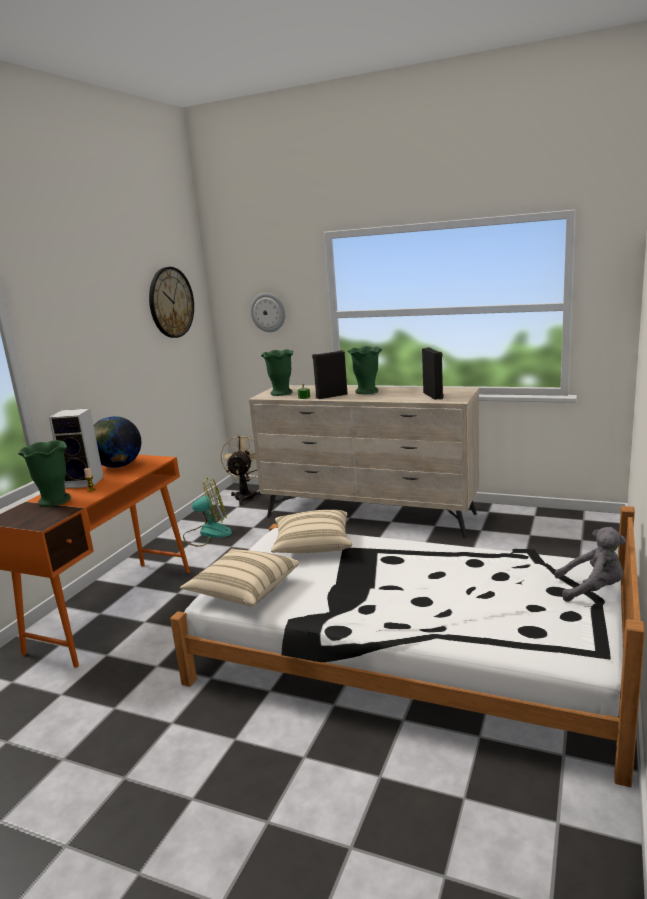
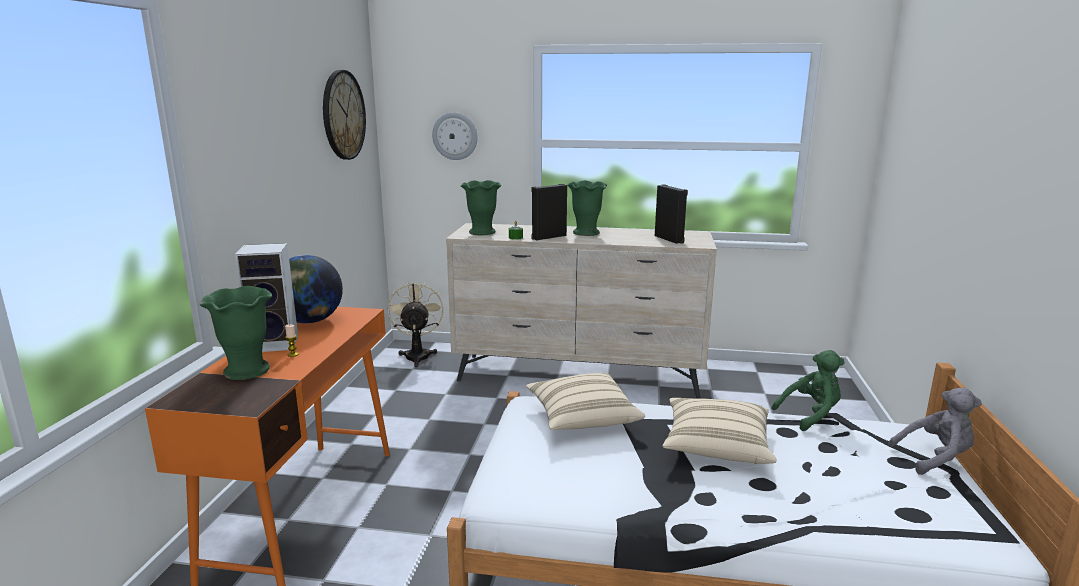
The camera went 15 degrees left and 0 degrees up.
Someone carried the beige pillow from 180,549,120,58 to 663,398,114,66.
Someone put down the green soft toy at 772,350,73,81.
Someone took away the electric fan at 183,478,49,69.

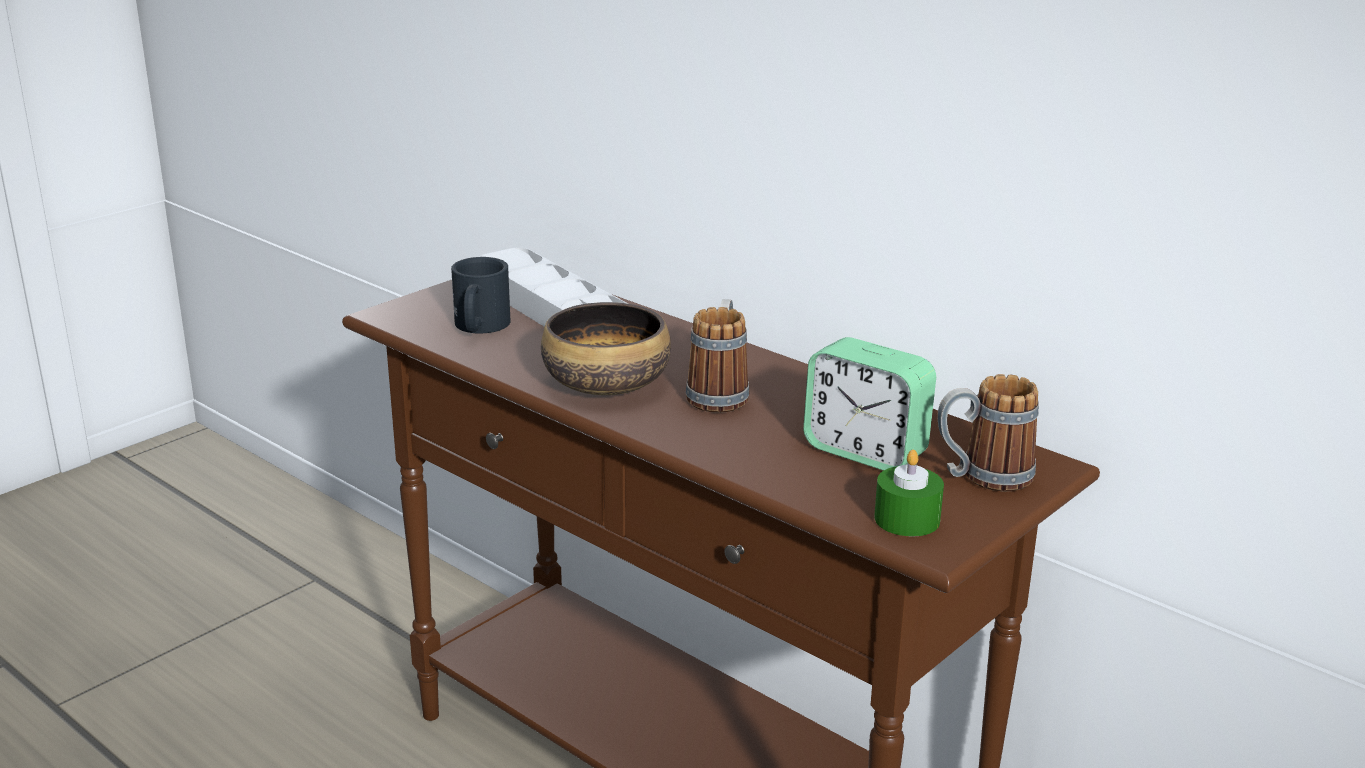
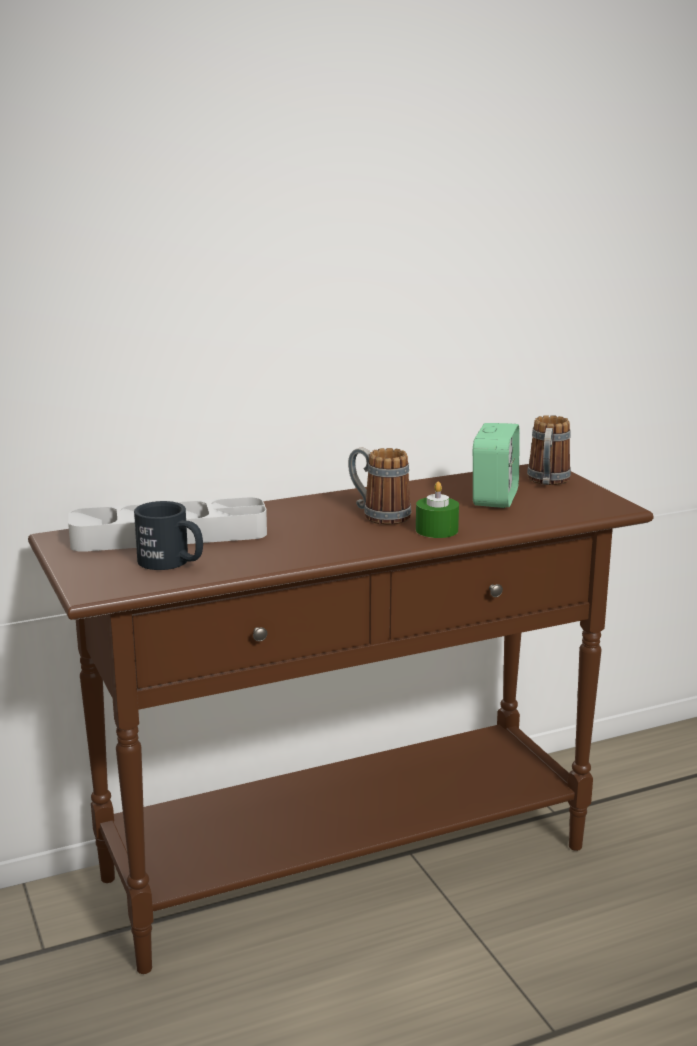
The camera went 65 degrees left and 5 degrees down.
Someone carried the green candle from 874,450,70,87 to 416,482,43,56.
Someone rotated the bedside clock at 803,337,133,134 by 45 degrees counterclockwise.
Someone took away the deep dish at 541,302,130,93.

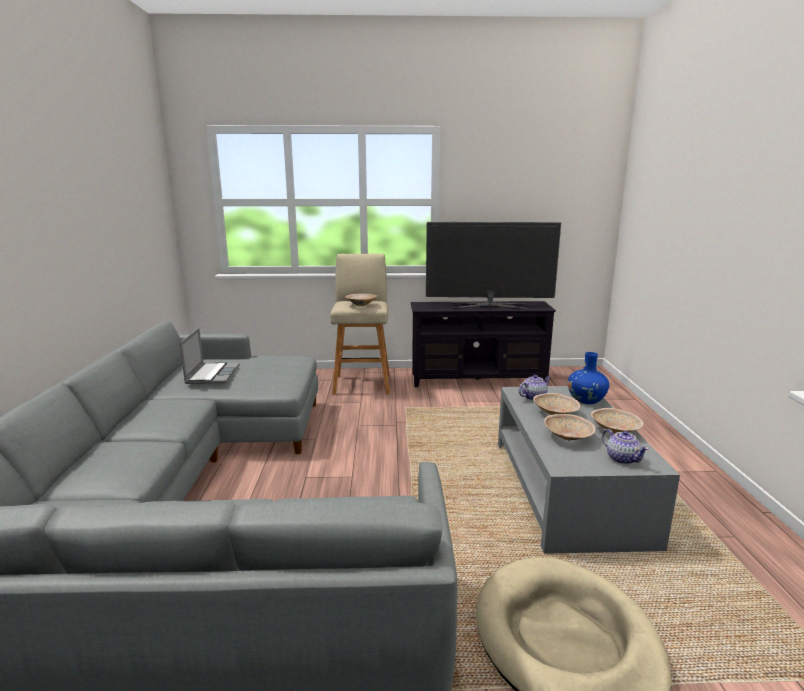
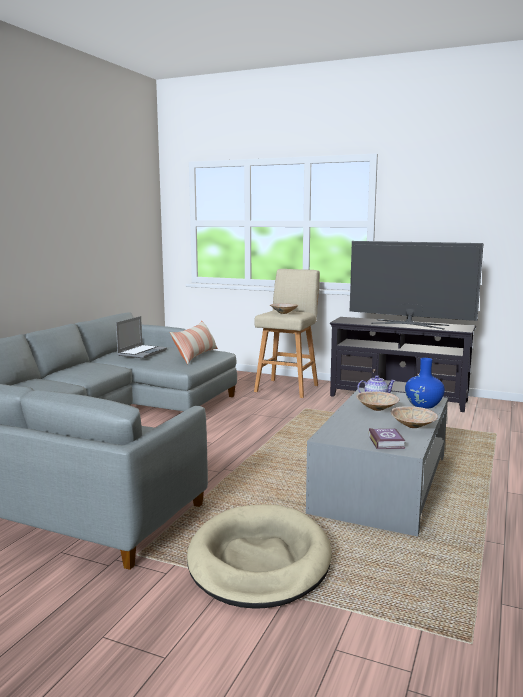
The camera went 25 degrees right and 5 degrees down.
Someone put down the pillow at 170,321,48,43.
Someone swapped the tea pot at 602,429,47,35 for the bound book at 368,428,37,21.
Someone took away the beige deep dish at 544,414,52,26.

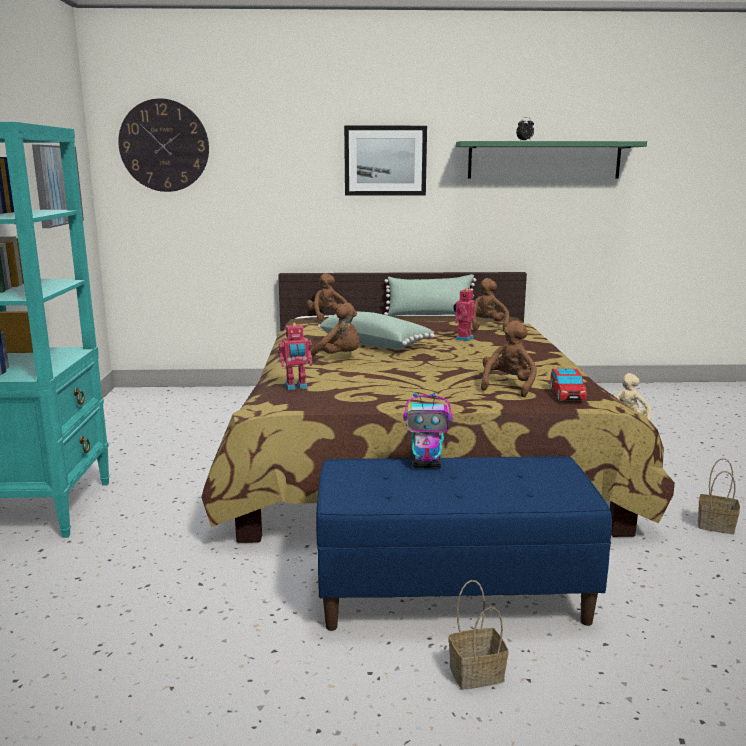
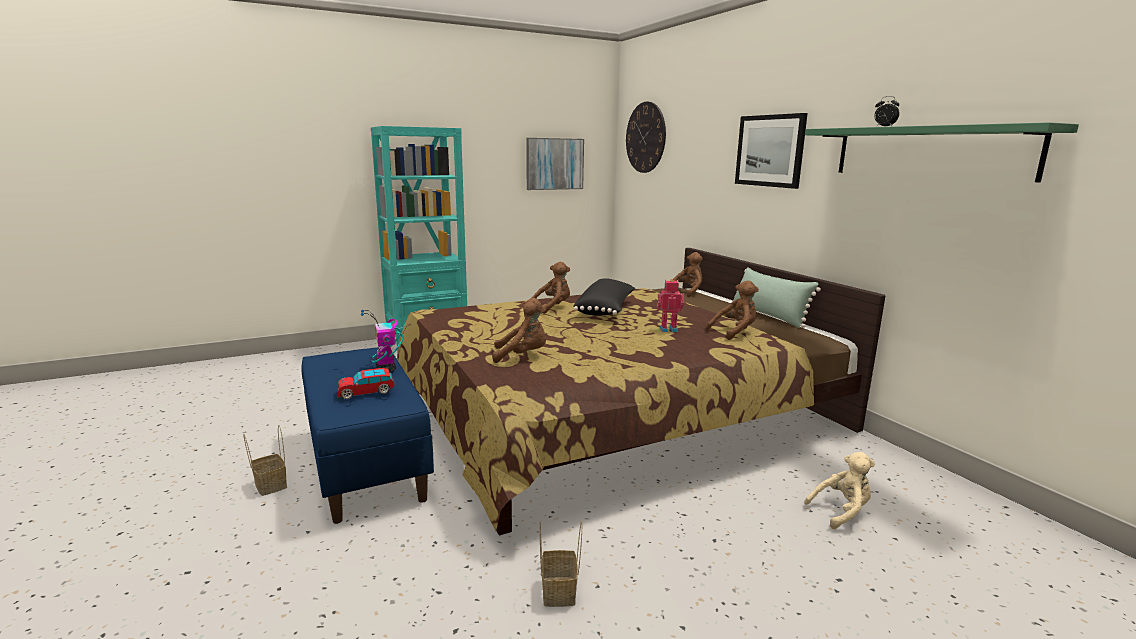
The camera went 65 degrees right and 0 degrees up.
Someone carried the toy car from 550,369,37,32 to 338,368,56,31.
Someone rotated the brown soft toy at 311,303,49,56 by 120 degrees counterclockwise.
Someone repainted the green pillow at 318,311,117,38, which became the blackish pillow at 573,278,62,37.
Someone took away the robot figure at 278,323,34,67.

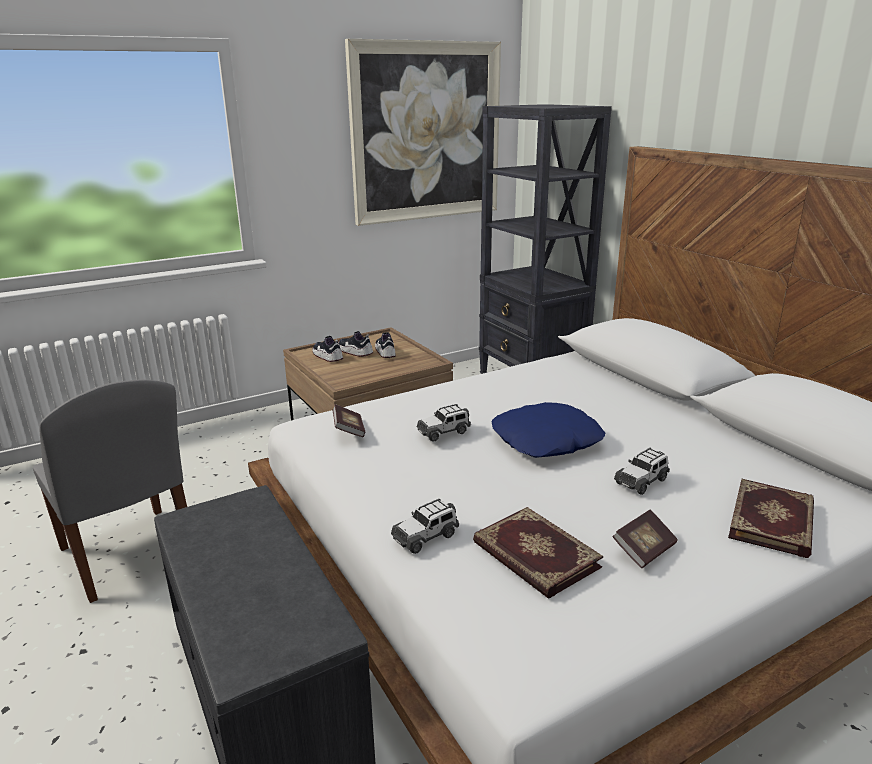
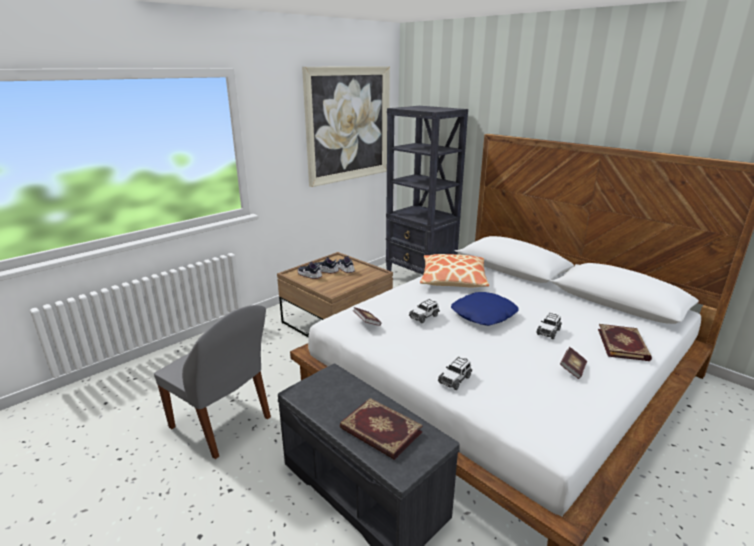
The camera went 15 degrees left and 0 degrees up.
Someone carried the bound book from 473,507,130,92 to 340,398,83,62.
Someone put down the pillow at 420,254,69,33.

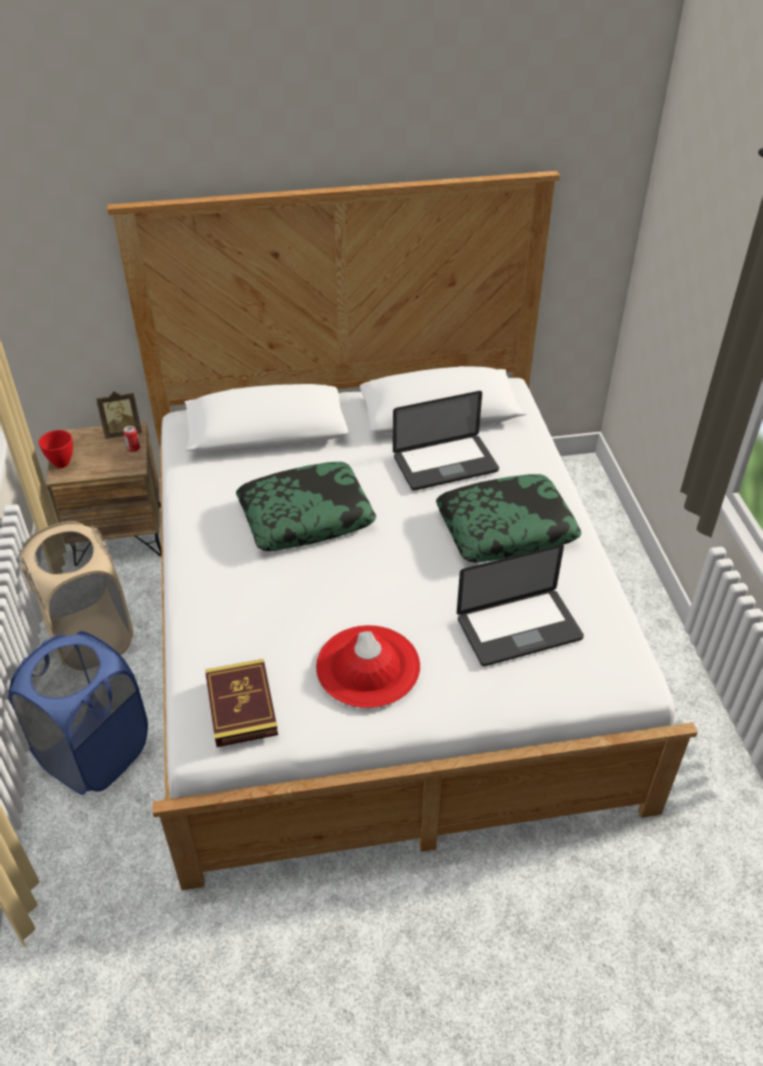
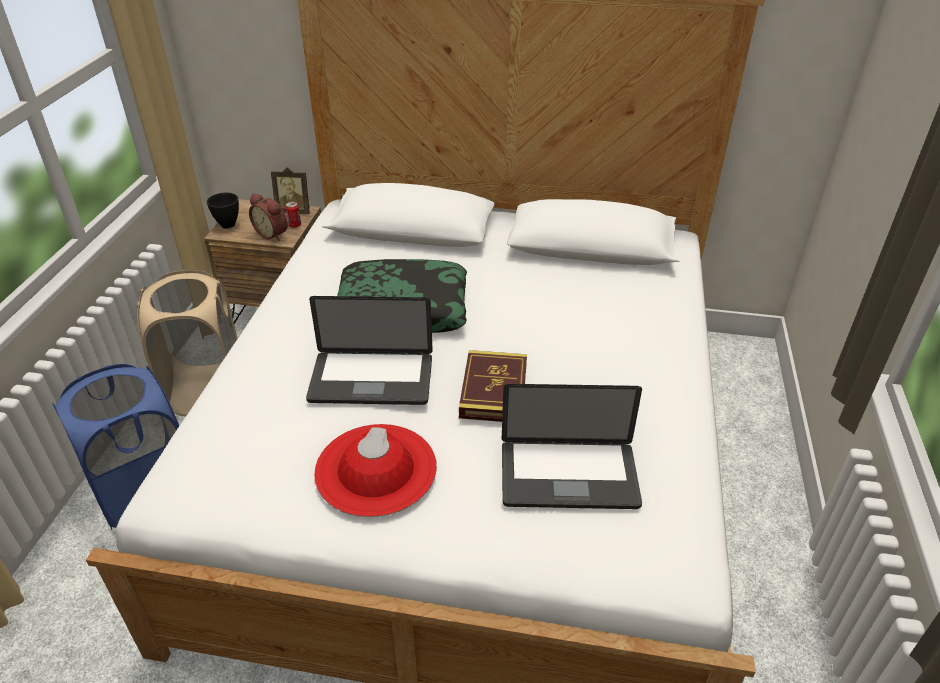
The camera went 20 degrees right and 5 degrees down.
Someone repainted the reddish deep dish at 39,430,34,38, which became the blackish deep dish at 207,193,32,35.
Someone put down the bedside clock at 249,193,39,48.
Someone carried the notebook computer from 393,391,106,100 to 306,296,127,109.
Someone carried the bound book from 205,659,73,88 to 459,350,68,72.
Someone took away the pillow at 436,474,145,88.

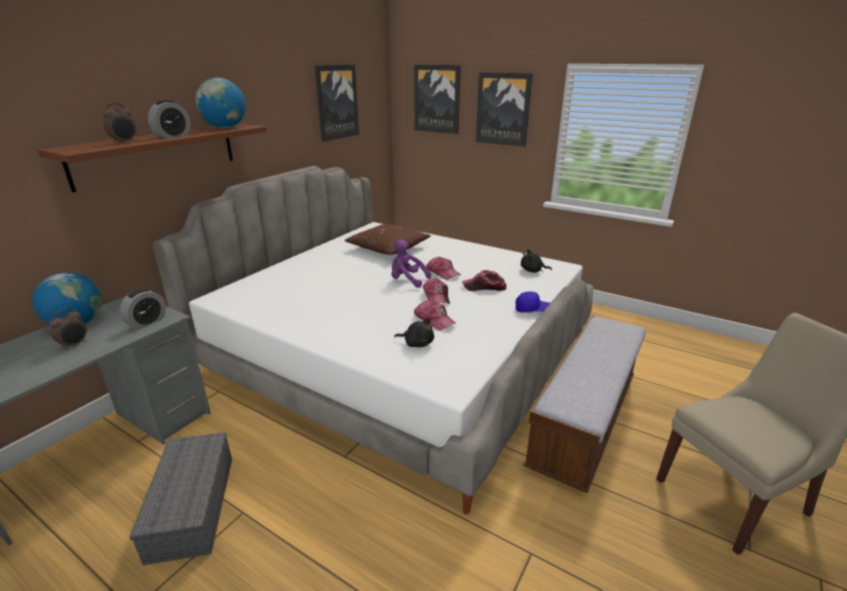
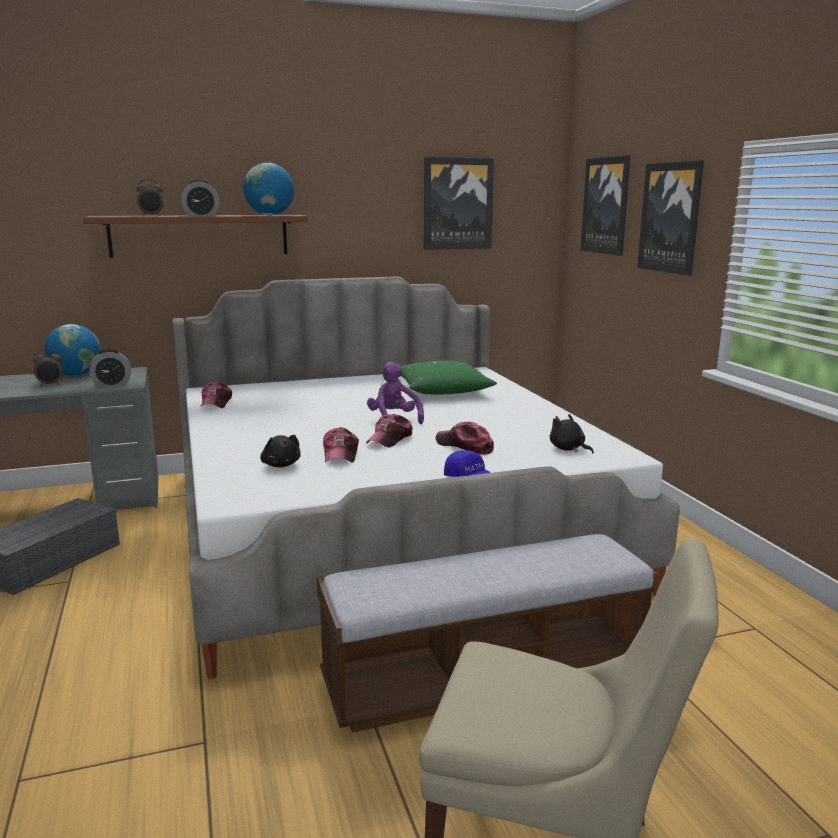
The camera went 40 degrees right and 10 degrees down.
Someone carried the peaked cap from 426,257,35,23 to 200,381,32,27.
Someone repainted the brown pillow at 345,224,85,31, which became the green pillow at 401,360,96,35.

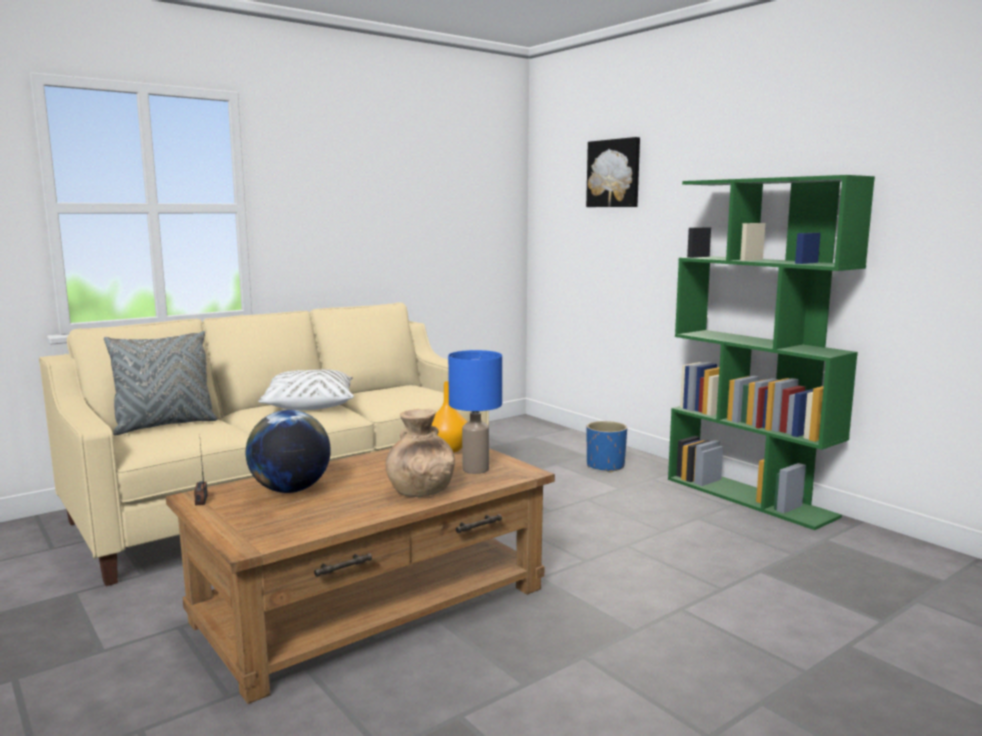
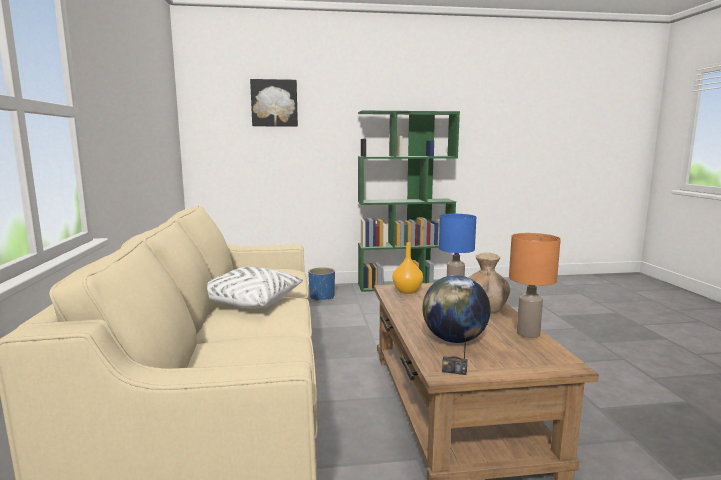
The camera went 60 degrees left and 0 degrees up.
Someone put down the orange-coloured lamp for a table at 509,233,52,105.
Someone took away the gray pillow at 104,331,113,104.

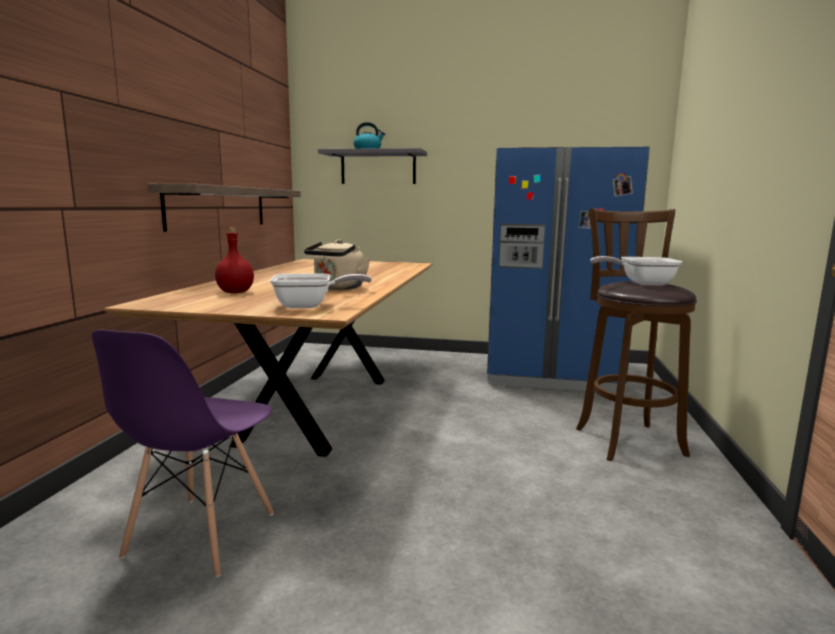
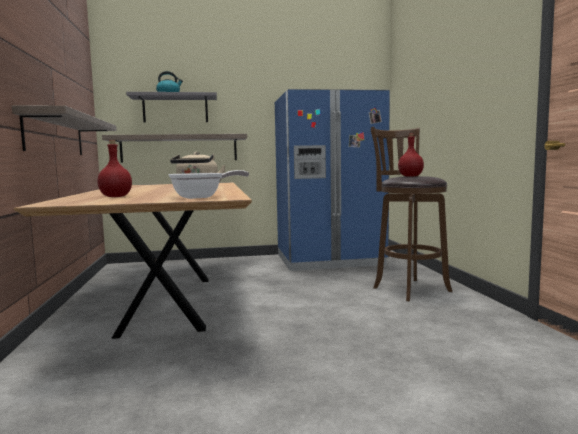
The camera went 20 degrees left and 5 degrees down.
Someone put up the shelf at 102,134,145,28.
Someone swapped the frying pan at 590,256,92,29 for the reddish bottle at 398,133,26,44.
Someone took away the purple chair at 92,330,182,248.

